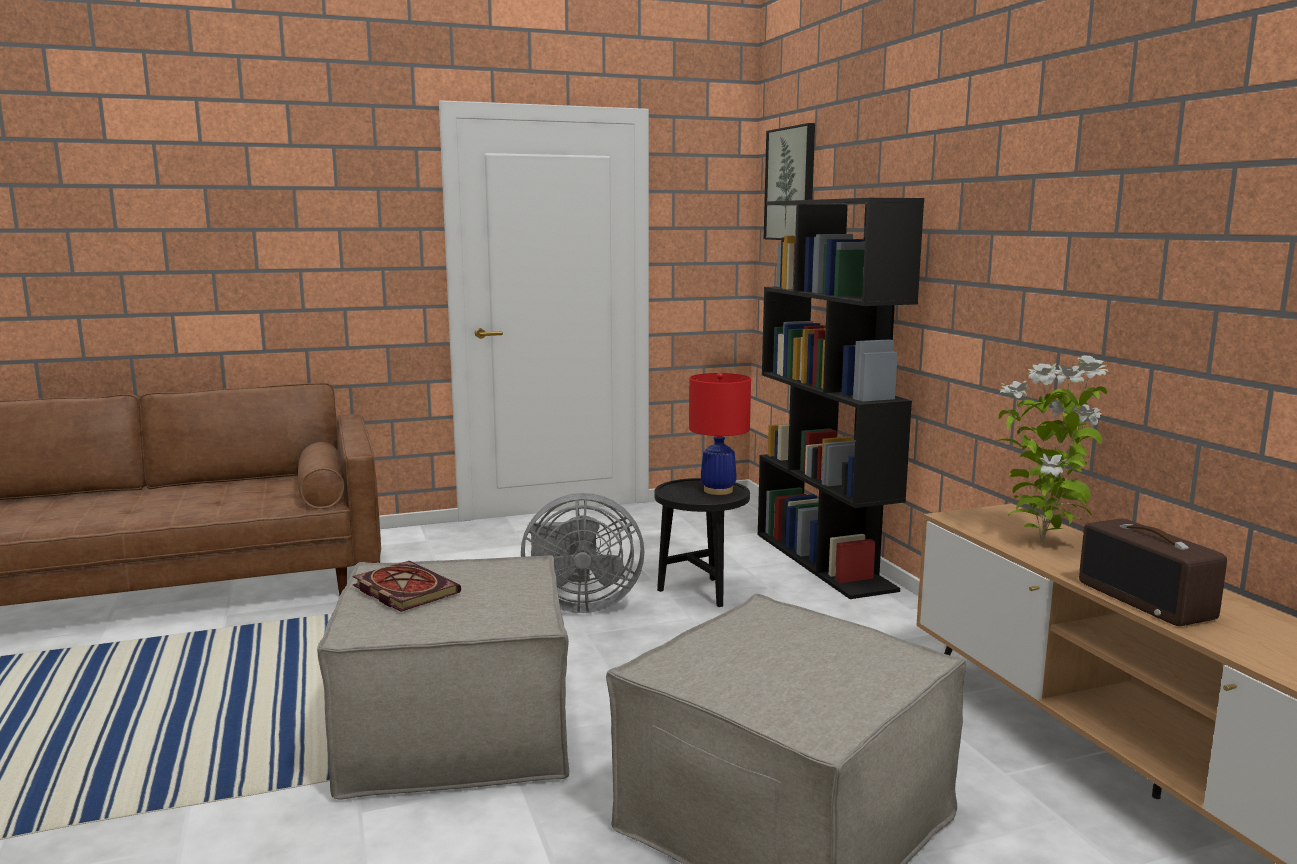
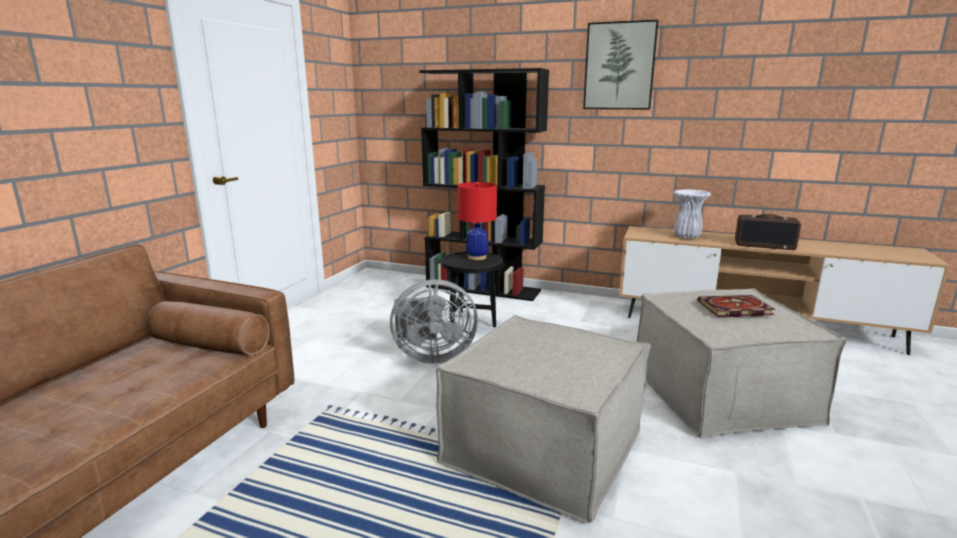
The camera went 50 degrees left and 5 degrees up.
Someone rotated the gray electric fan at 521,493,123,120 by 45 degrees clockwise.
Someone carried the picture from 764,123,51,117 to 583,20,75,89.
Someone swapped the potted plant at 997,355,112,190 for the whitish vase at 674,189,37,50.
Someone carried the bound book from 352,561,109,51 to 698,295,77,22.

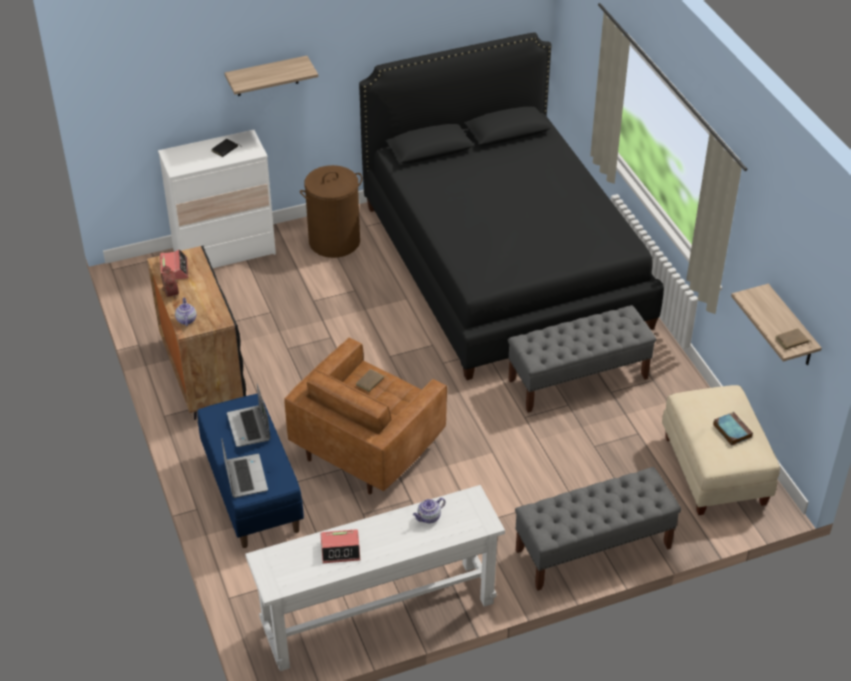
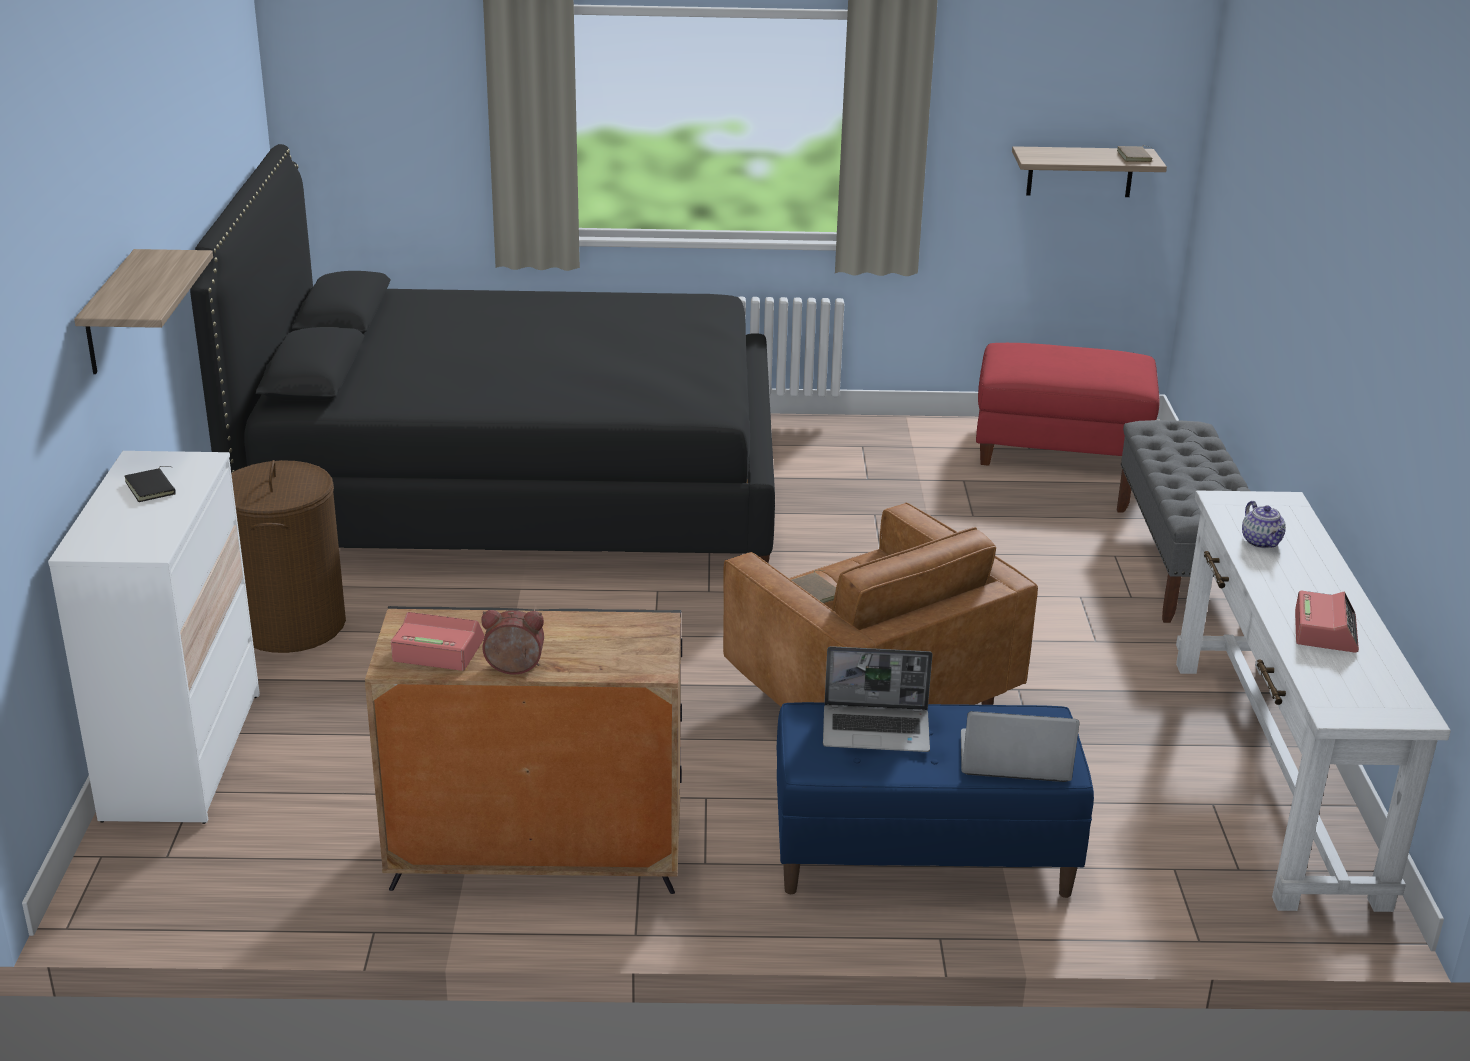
The camera went 70 degrees left and 15 degrees down.
Someone repainted the beige pouffe at 662,385,118,130, which became the reddish pouffe at 976,343,184,123.
Someone took away the tea pot at 175,298,22,28.
Someone took away the gray bench at 508,305,148,108.
Someone took away the bound book at 713,412,40,34.

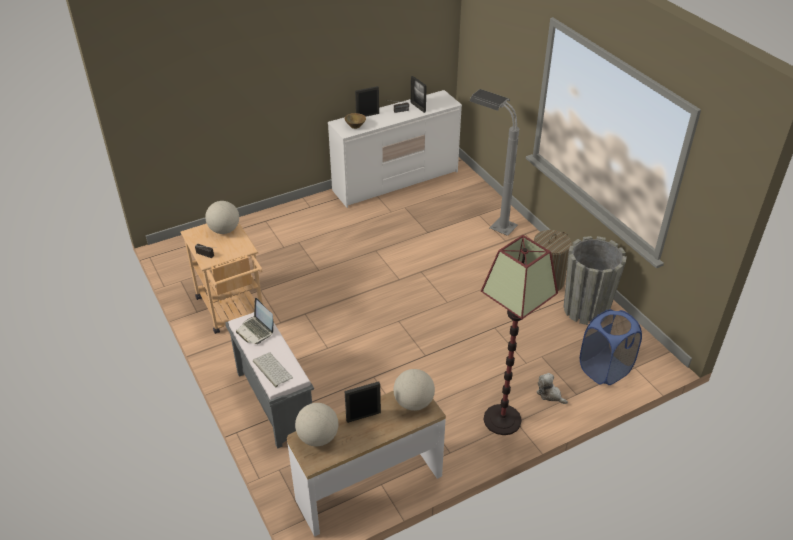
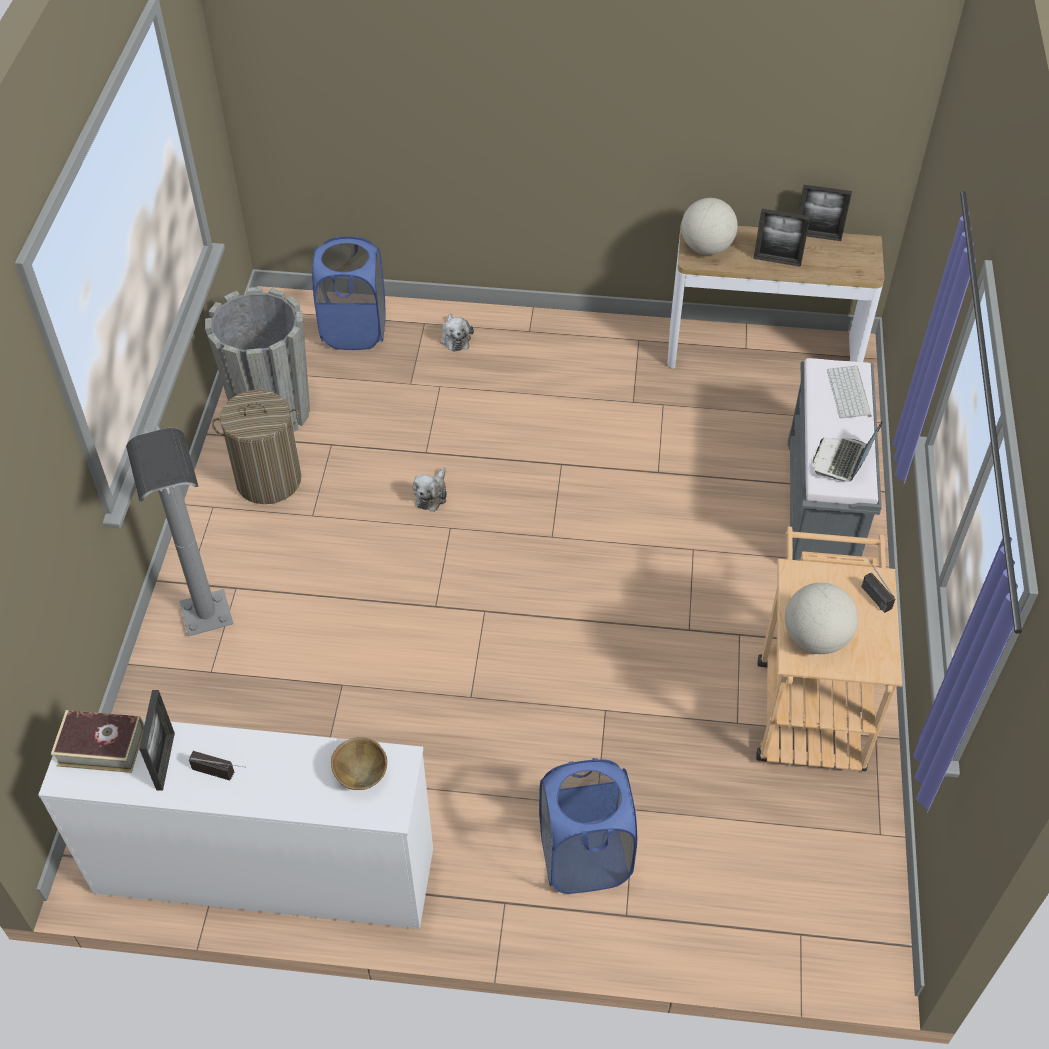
The camera went 145 degrees left and 10 degrees up.
Someone put down the bound book at 51,710,93,63.
Someone put down the soft toy at 413,467,34,45.
Someone put down the blue laundry basket at 539,758,98,136.
Someone carried the photo frame from 355,86,24,31 to 798,185,54,56.
Someone rotated the notebook computer at 236,298,38,46 by 150 degrees counterclockwise.
Someone took away the desk globe at 295,403,43,43.
Someone took away the standing lamp at 481,235,77,200.

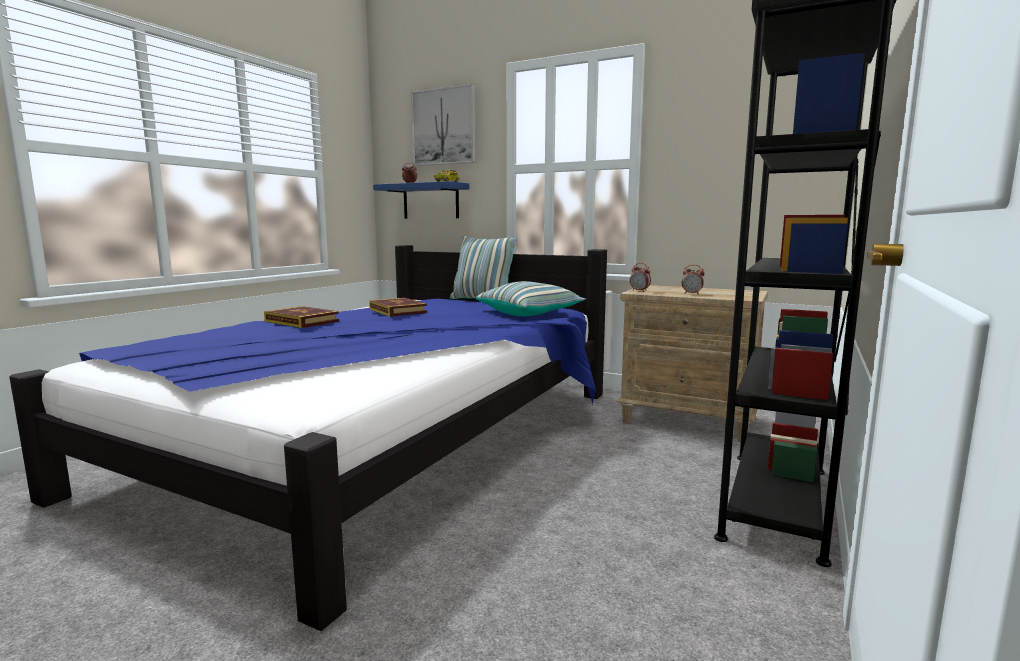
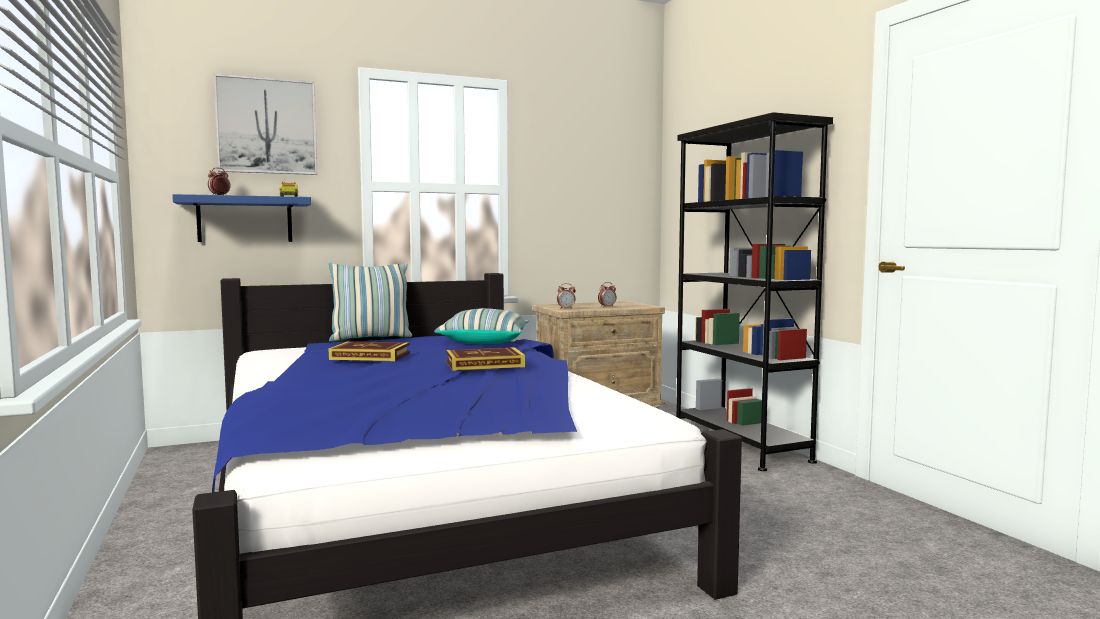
The camera went 50 degrees left and 5 degrees down.
Someone carried the bound book from 264,306,75,22 to 446,347,79,24.

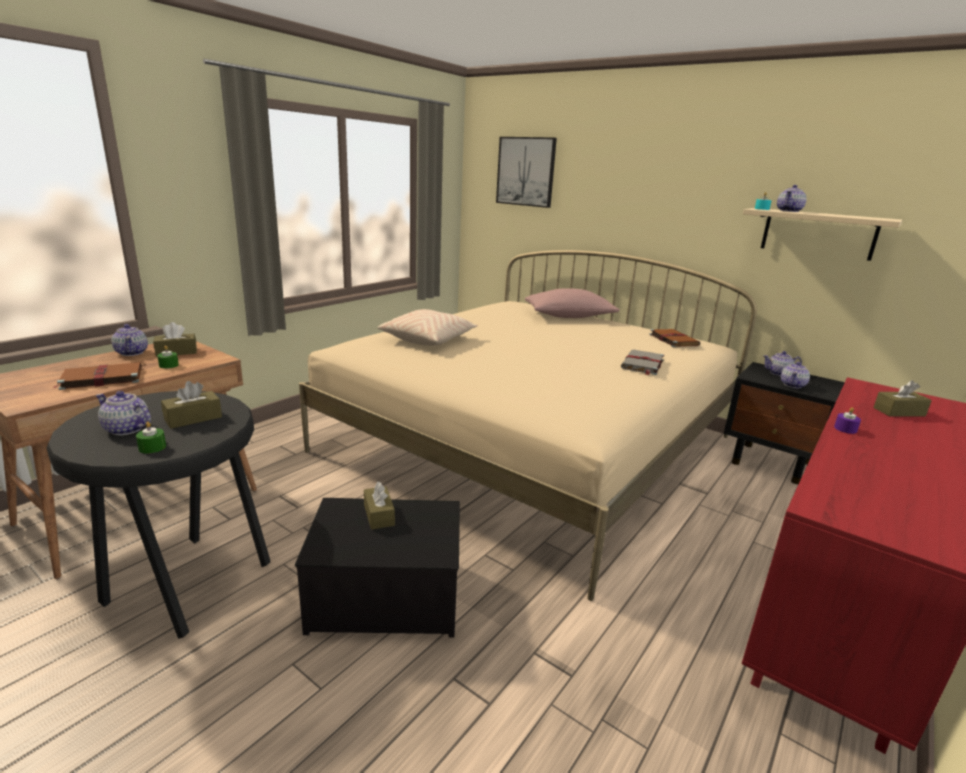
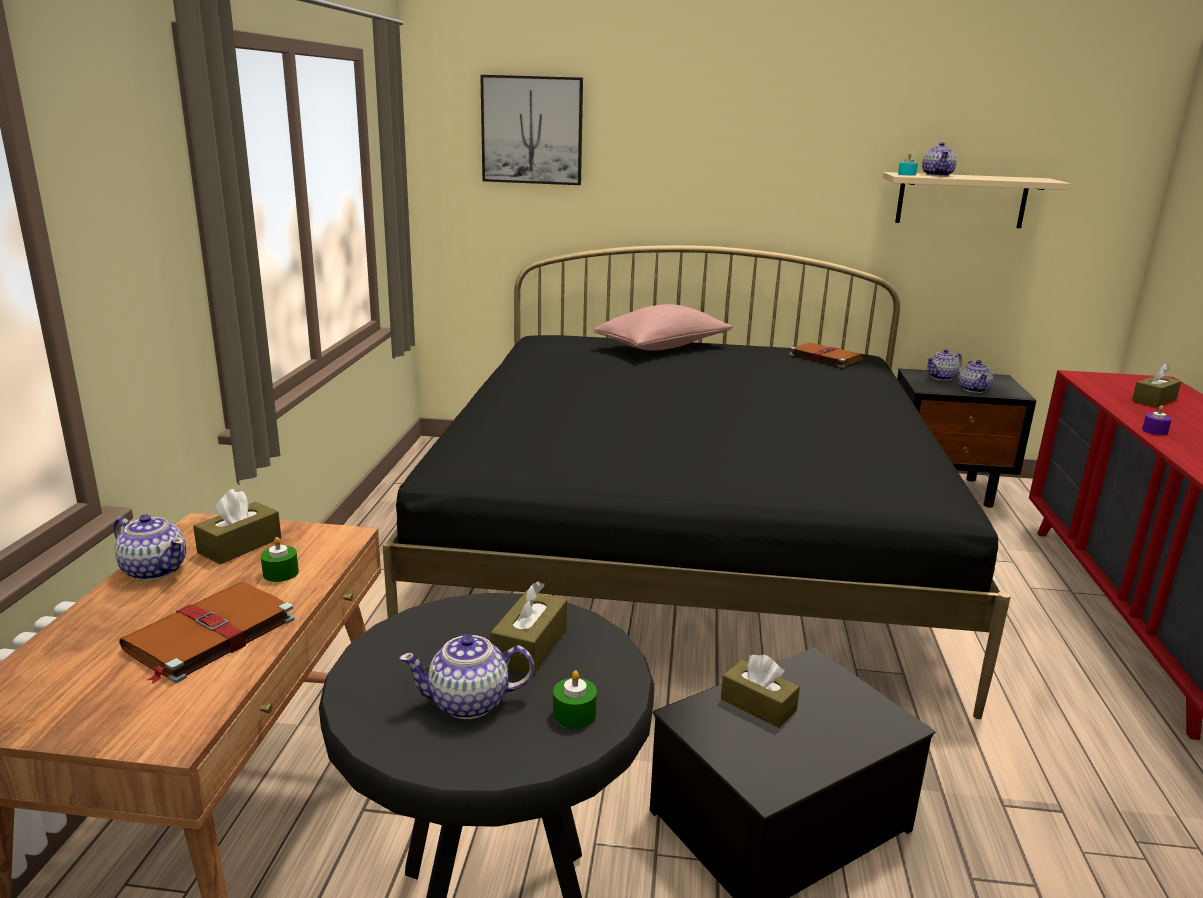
The camera went 30 degrees left and 0 degrees up.
Someone repainted the beige sleeping bed at 299,250,458,351, which became the blackish sleeping bed at 382,245,629,474.
Someone took away the beige pillow at 377,309,101,37.
Someone took away the gray bound book at 621,350,43,25.

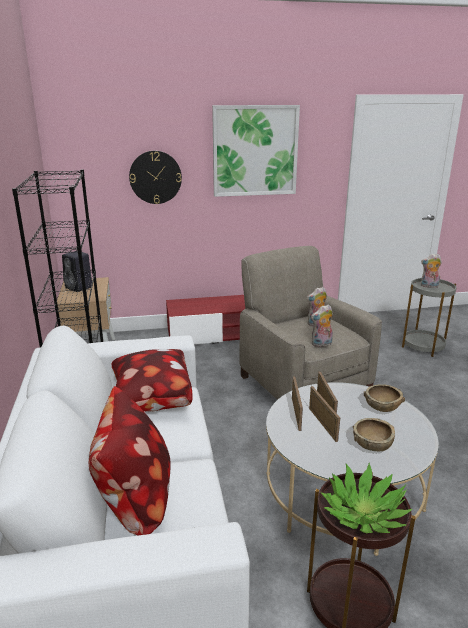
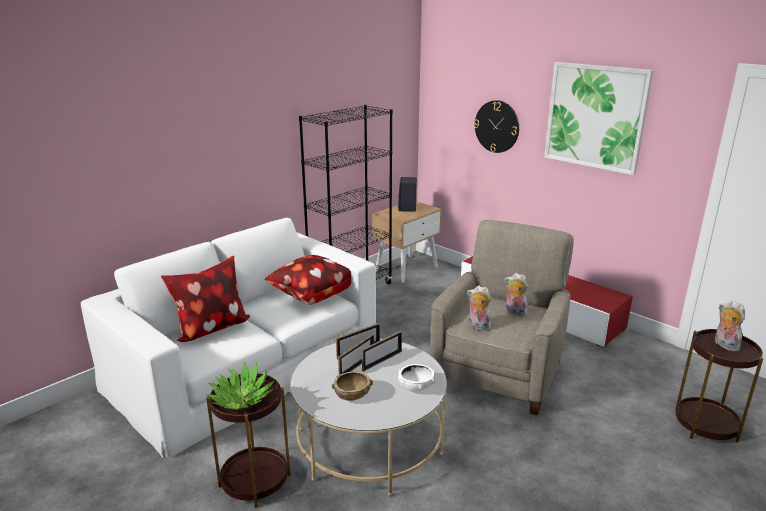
The camera went 55 degrees right and 0 degrees up.
Someone repainted the brown deep dish at 364,384,41,28, which became the whitish deep dish at 398,364,37,27.
Someone repainted the gray side table at 402,278,54,79, which became the brown side table at 675,329,89,113.

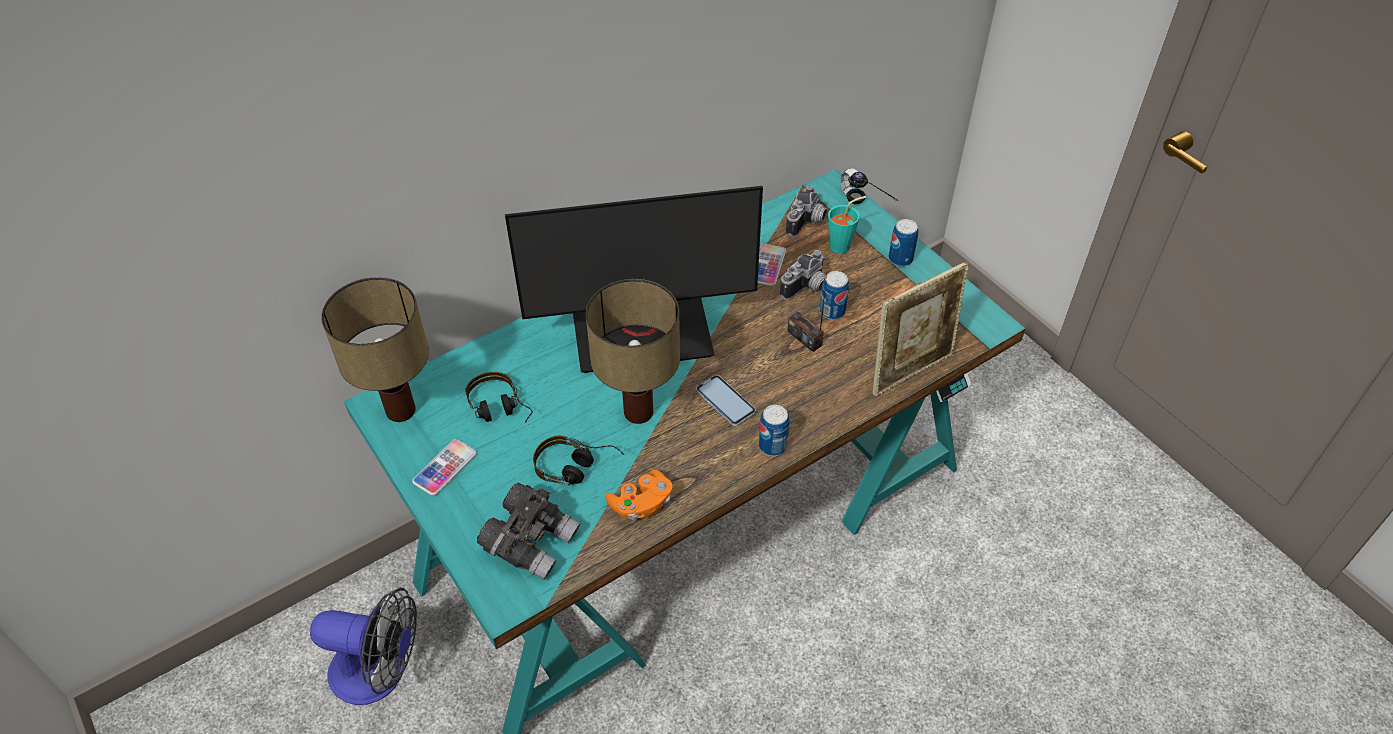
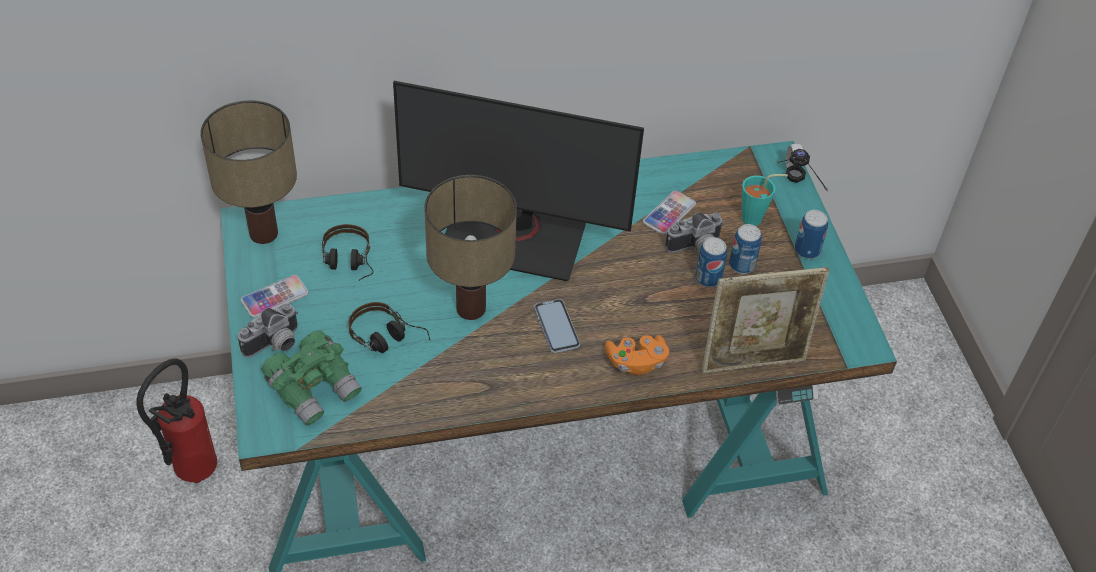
The camera went 20 degrees right and 0 degrees up.
Someone swapped the electric fan at 310,588,107,117 for the fire extinguisher at 136,358,81,125.
Someone carried the still camera from 786,185,41,52 to 238,303,60,55.
Someone repainted the gray field glasses at 477,482,103,98, which became the green field glasses at 261,330,101,95.
Someone carried the orange-coloured game controller from 605,469,68,51 to 605,335,64,40.
Someone carried the sealed can from 759,405,30,51 to 729,224,33,50.
Someone took away the radio set at 787,278,40,74.

